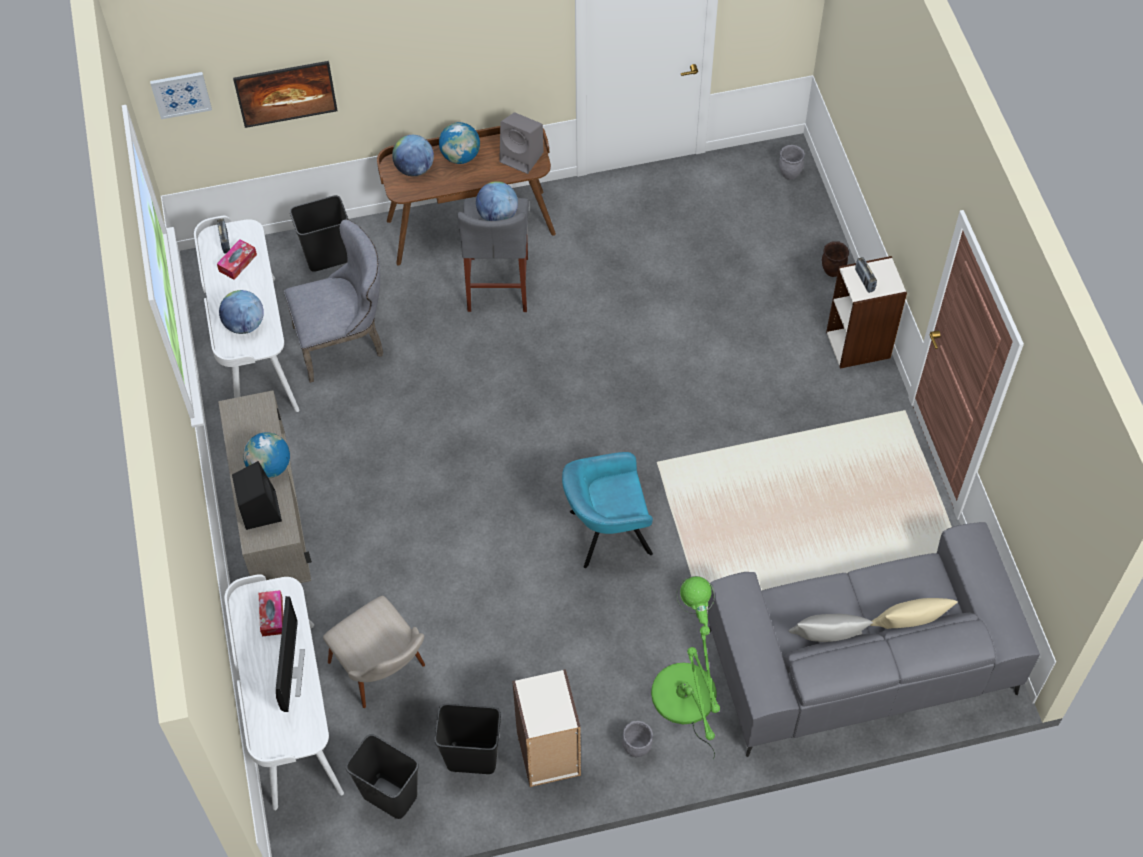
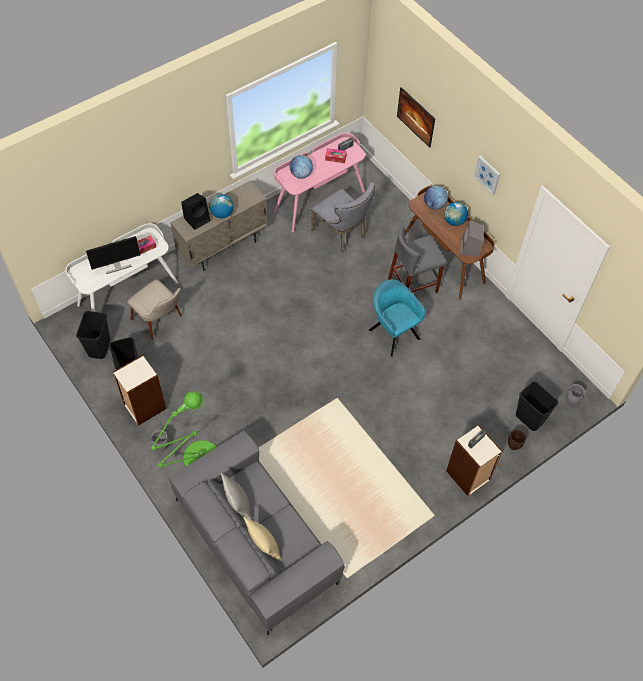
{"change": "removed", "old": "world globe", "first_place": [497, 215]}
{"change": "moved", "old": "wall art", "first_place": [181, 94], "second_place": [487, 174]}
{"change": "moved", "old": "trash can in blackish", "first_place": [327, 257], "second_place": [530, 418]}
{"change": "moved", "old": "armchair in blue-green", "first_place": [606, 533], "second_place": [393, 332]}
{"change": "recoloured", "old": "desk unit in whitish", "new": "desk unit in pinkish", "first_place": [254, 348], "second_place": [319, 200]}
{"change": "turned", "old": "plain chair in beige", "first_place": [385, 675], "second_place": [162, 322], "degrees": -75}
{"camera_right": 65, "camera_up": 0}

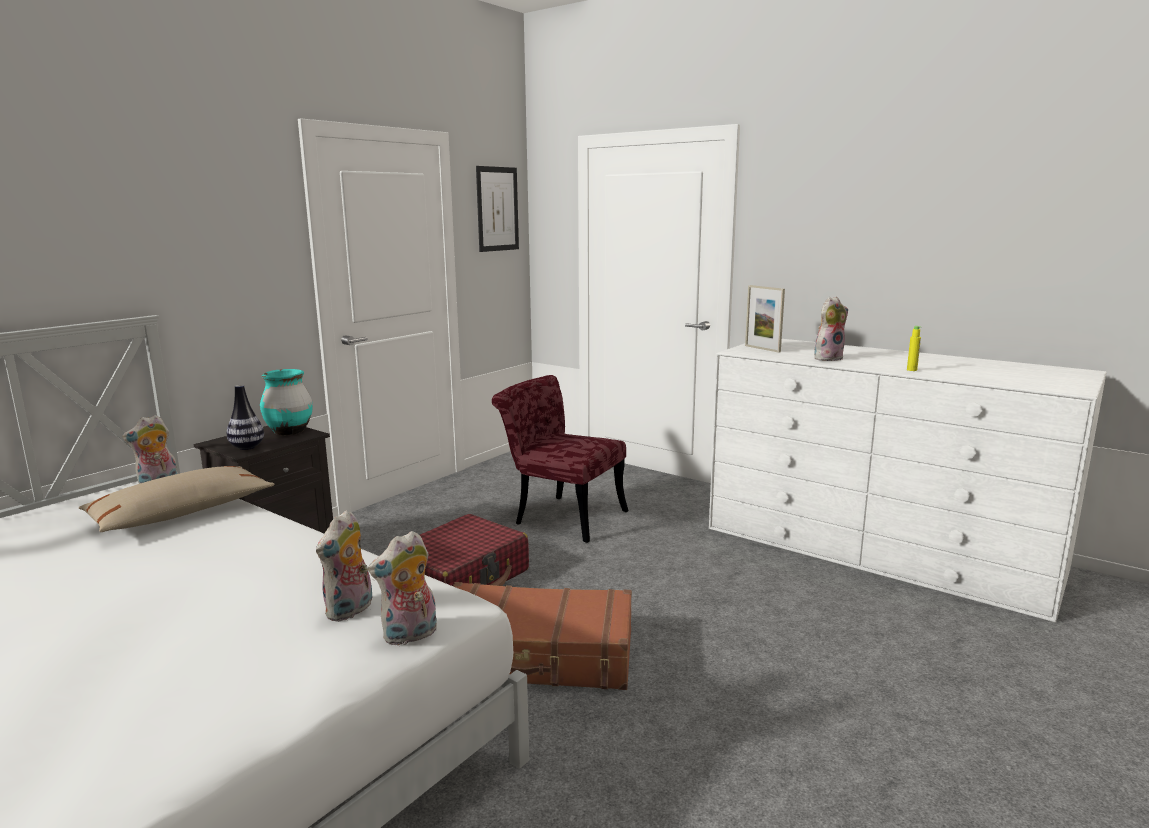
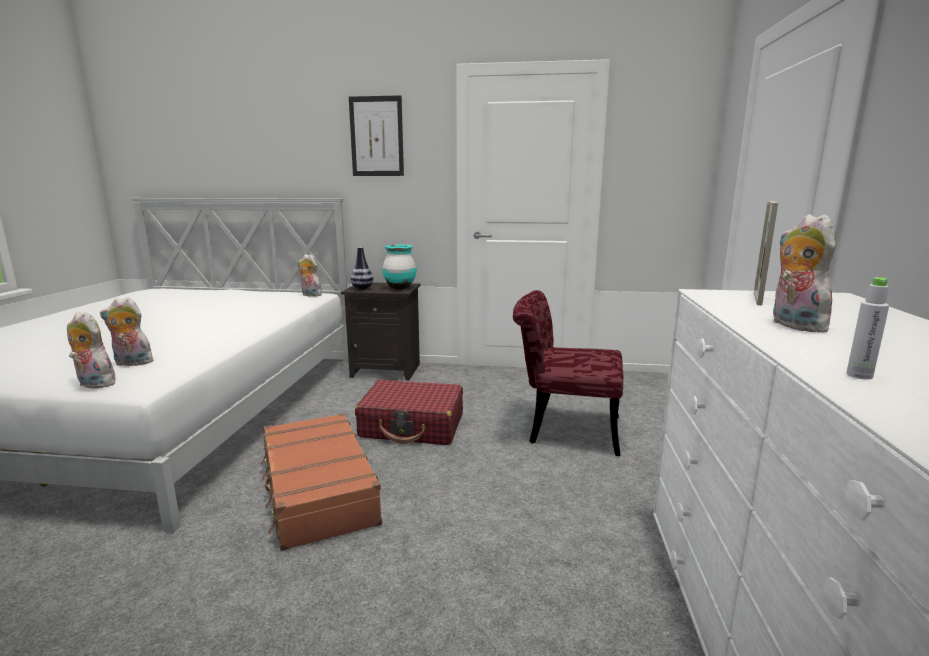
{"change": "removed", "old": "cushion in beige", "first_place": [181, 513]}
{"change": "moved", "old": "wall art", "first_place": [497, 209], "second_place": [376, 136]}
{"change": "recoloured", "old": "drink bottle in yellowish", "new": "drink bottle in grey", "first_place": [911, 370], "second_place": [859, 375]}
{"change": "turned", "old": "plain chair in red-coloured", "first_place": [561, 516], "second_place": [563, 429], "degrees": -75}
{"change": "turned", "old": "cuddly toy", "first_place": [828, 358], "second_place": [793, 325], "degrees": -135}
{"camera_right": 60, "camera_up": 0}

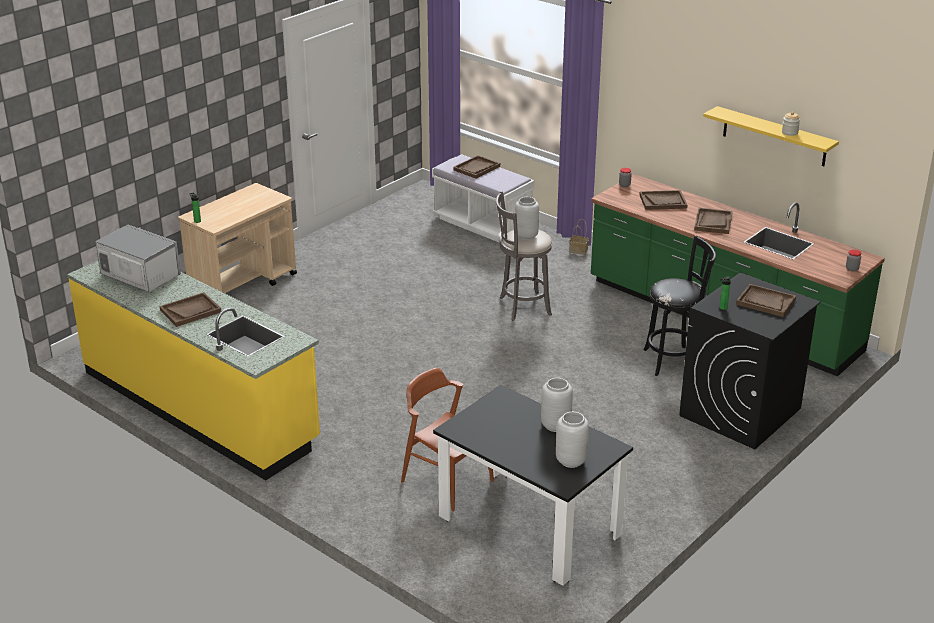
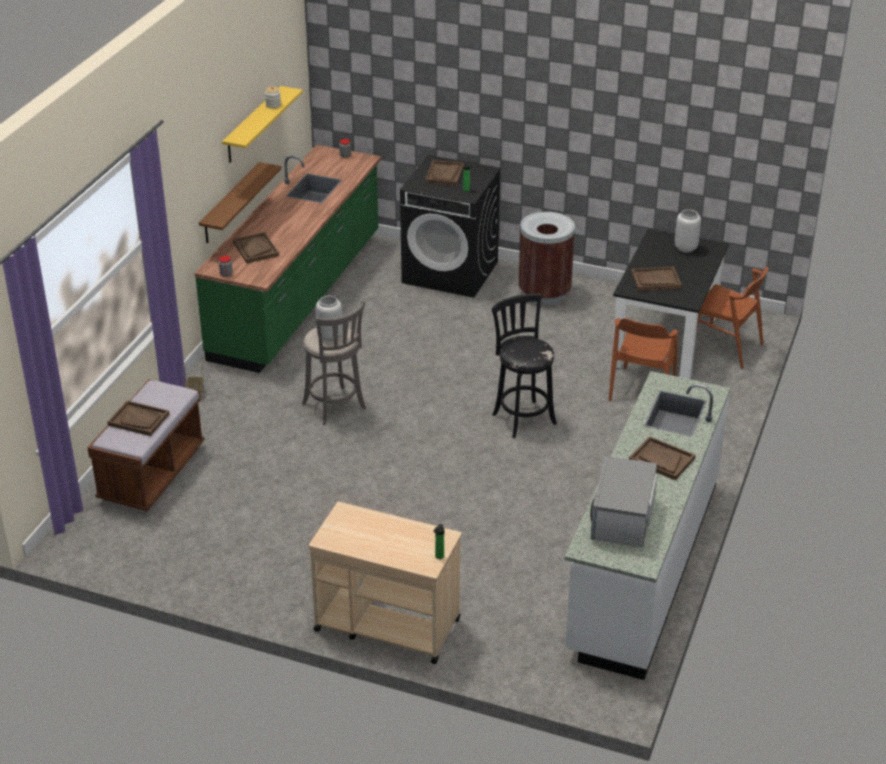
{"change": "removed", "old": "decorative vase in grey", "first_place": [555, 426]}
{"change": "added", "new": "bracket shelf in brownish", "second_place": [230, 203]}
{"change": "added", "new": "trash can in brownish", "second_place": [544, 293]}
{"change": "added", "new": "plain chair in brownish", "second_place": [726, 347]}
{"change": "moved", "old": "stool seat in blackish", "first_place": [674, 361], "second_place": [522, 417]}
{"change": "moved", "old": "serving tray in brownish", "first_place": [713, 222], "second_place": [655, 280]}
{"change": "recoloured", "old": "kitchen base unit in yellowish", "new": "kitchen base unit in whitish", "first_place": [200, 407], "second_place": [643, 565]}
{"change": "recoloured", "old": "bench in whitish", "new": "bench in brownish", "first_place": [482, 224], "second_place": [152, 474]}
{"camera_right": -110, "camera_up": 5}

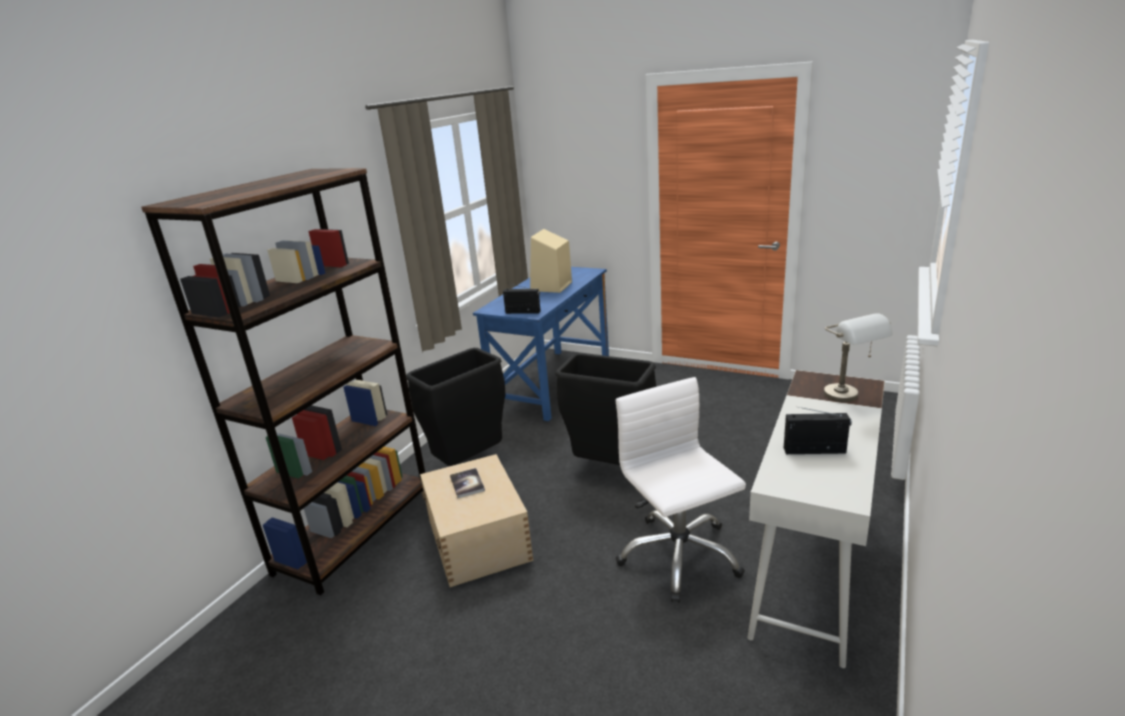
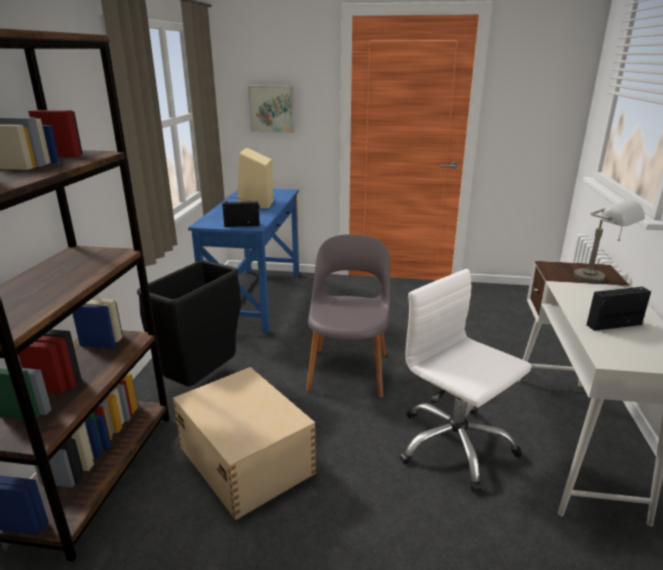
{"change": "removed", "old": "book", "first_place": [467, 484]}
{"change": "added", "new": "wall art", "second_place": [272, 109]}
{"change": "replaced", "old": "trash can in blackish", "new": "plain chair in grey", "first_place": [611, 467], "second_place": [349, 369]}
{"camera_right": -20, "camera_up": 0}

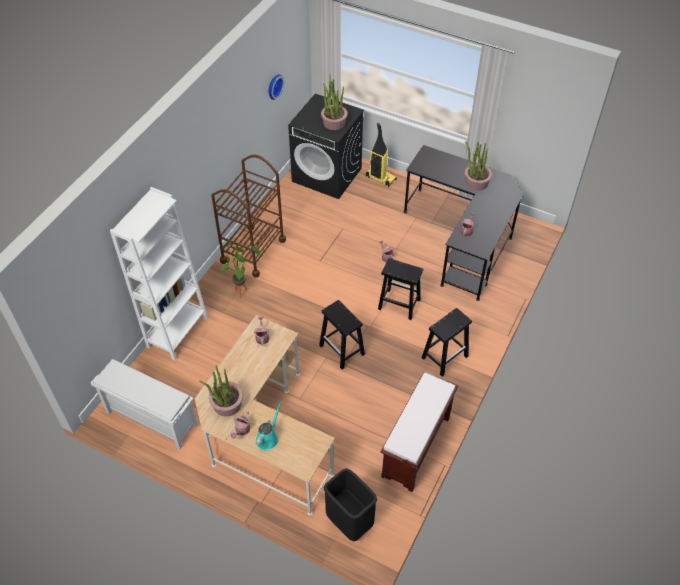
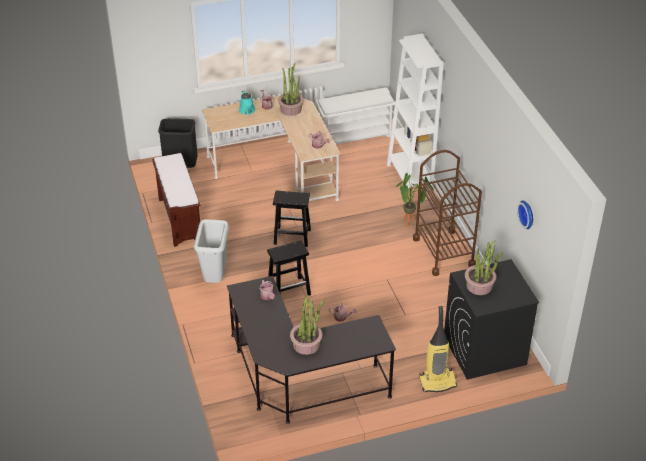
{"change": "replaced", "old": "stool seat in blackish", "new": "trash can in grey", "first_place": [445, 356], "second_place": [215, 279]}
{"camera_right": 135, "camera_up": -10}

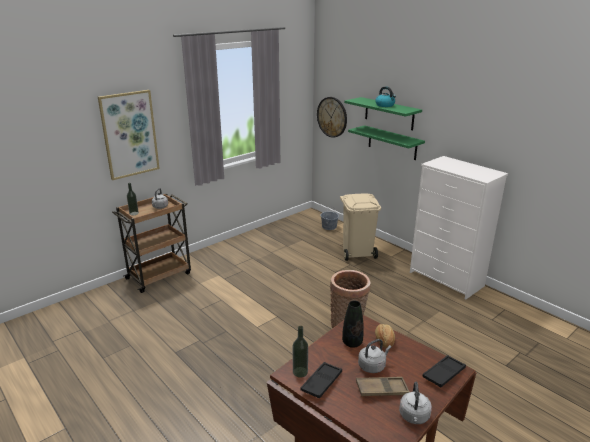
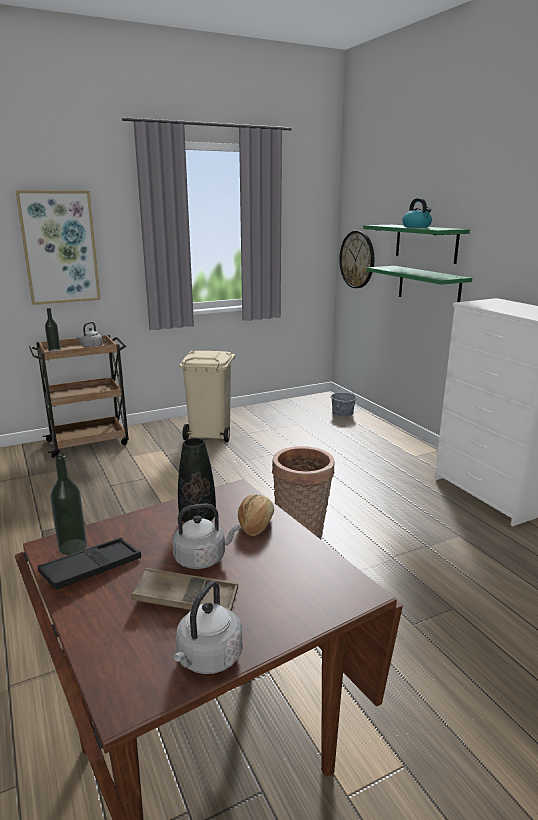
{"change": "removed", "old": "serving tray in blackish", "first_place": [443, 374]}
{"change": "moved", "old": "trash can in beige", "first_place": [358, 253], "second_place": [211, 434]}
{"camera_right": 15, "camera_up": -5}

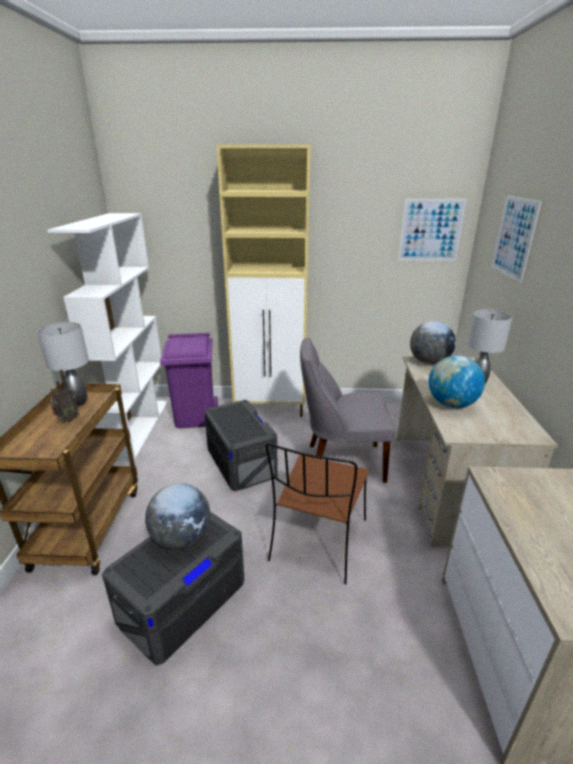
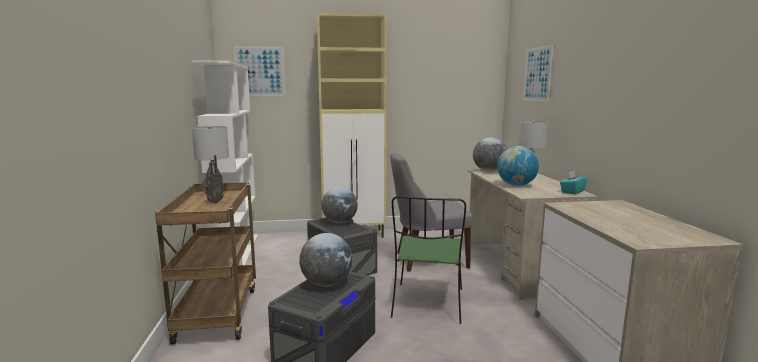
{"change": "removed", "old": "trash can in purplish", "first_place": [195, 417]}
{"change": "added", "new": "world globe", "second_place": [340, 222]}
{"change": "added", "new": "tissue holder in blue-green", "second_place": [572, 191]}
{"change": "moved", "old": "wall art", "first_place": [431, 230], "second_place": [260, 71]}
{"change": "recoloured", "old": "plain chair in brownish", "new": "plain chair in green-coloured", "first_place": [318, 542], "second_place": [428, 304]}
{"camera_right": -10, "camera_up": -15}

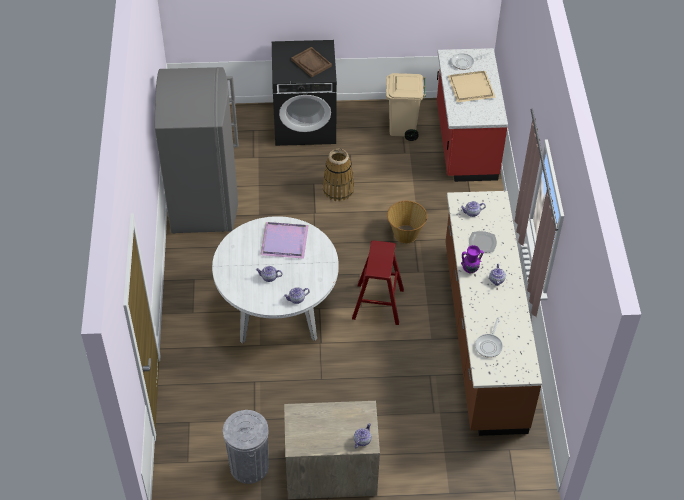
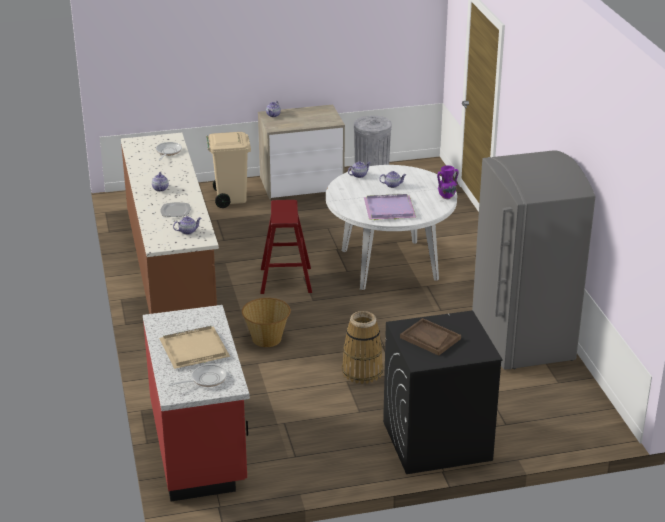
{"change": "moved", "old": "trash can in beige", "first_place": [403, 128], "second_place": [230, 198]}
{"change": "moved", "old": "decorative vase in purplish", "first_place": [470, 270], "second_place": [446, 197]}
{"camera_right": 170, "camera_up": -20}

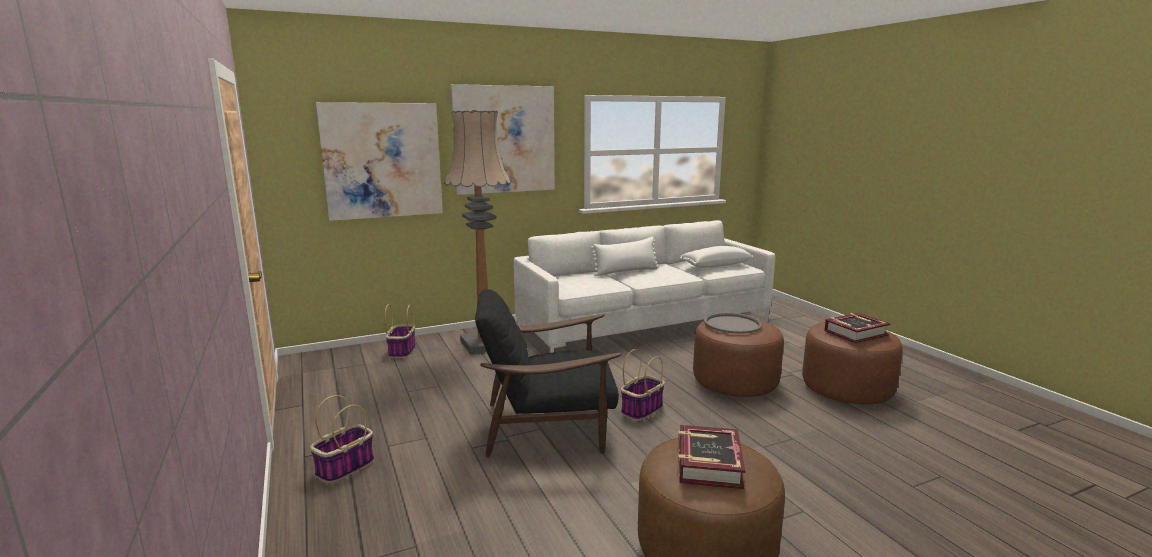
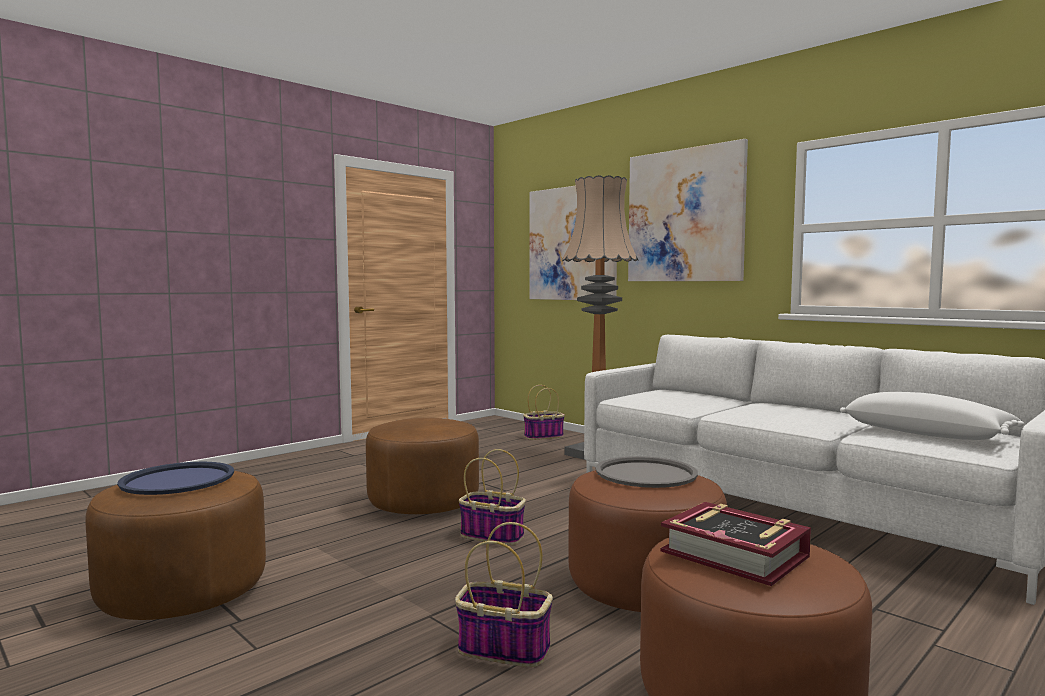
{"change": "removed", "old": "cushion in whitish", "first_place": [626, 271]}
{"change": "moved", "old": "household basket", "first_place": [345, 468], "second_place": [502, 649]}
{"change": "replaced", "old": "armchair in blackish", "new": "footrest in brownish", "first_place": [548, 425], "second_place": [423, 502]}
{"change": "replaced", "old": "book", "new": "serving tray in bluish", "first_place": [708, 464], "second_place": [177, 480]}
{"camera_right": 70, "camera_up": -10}

